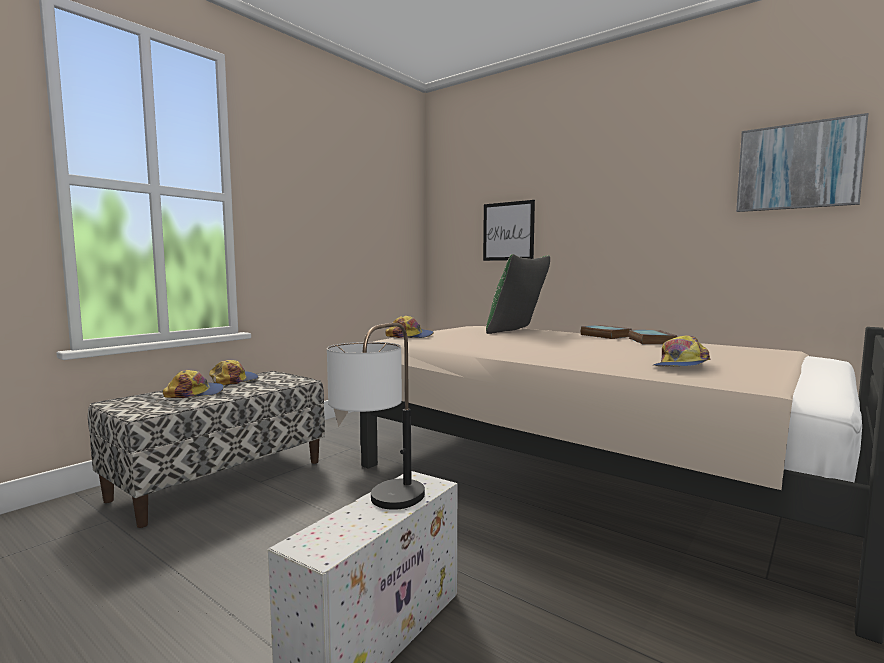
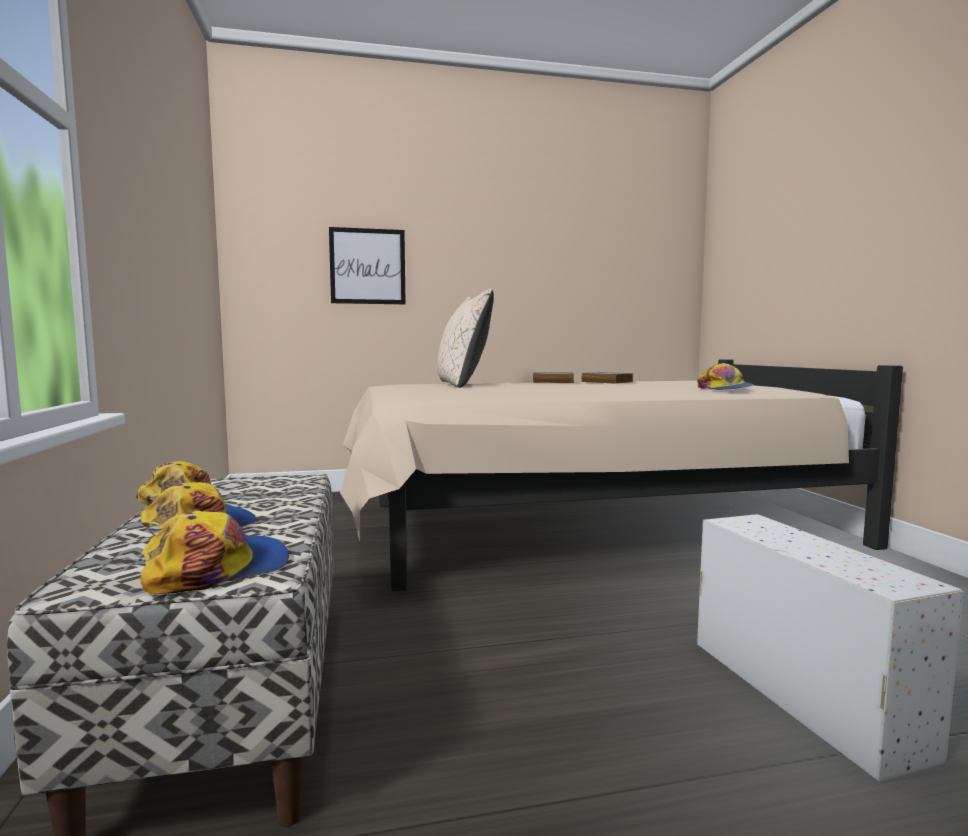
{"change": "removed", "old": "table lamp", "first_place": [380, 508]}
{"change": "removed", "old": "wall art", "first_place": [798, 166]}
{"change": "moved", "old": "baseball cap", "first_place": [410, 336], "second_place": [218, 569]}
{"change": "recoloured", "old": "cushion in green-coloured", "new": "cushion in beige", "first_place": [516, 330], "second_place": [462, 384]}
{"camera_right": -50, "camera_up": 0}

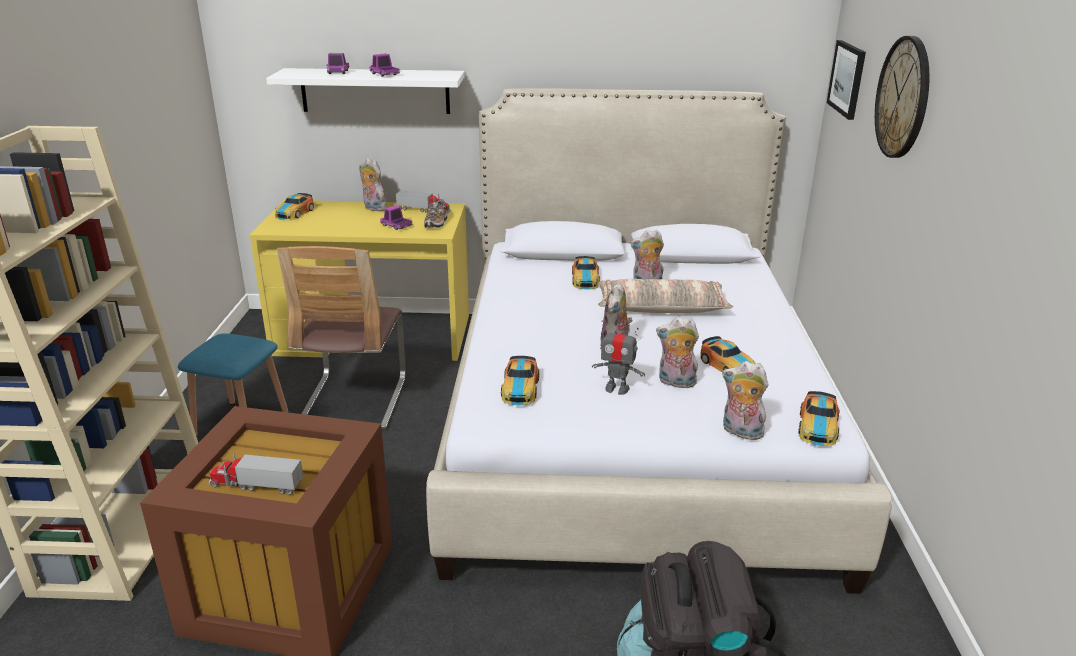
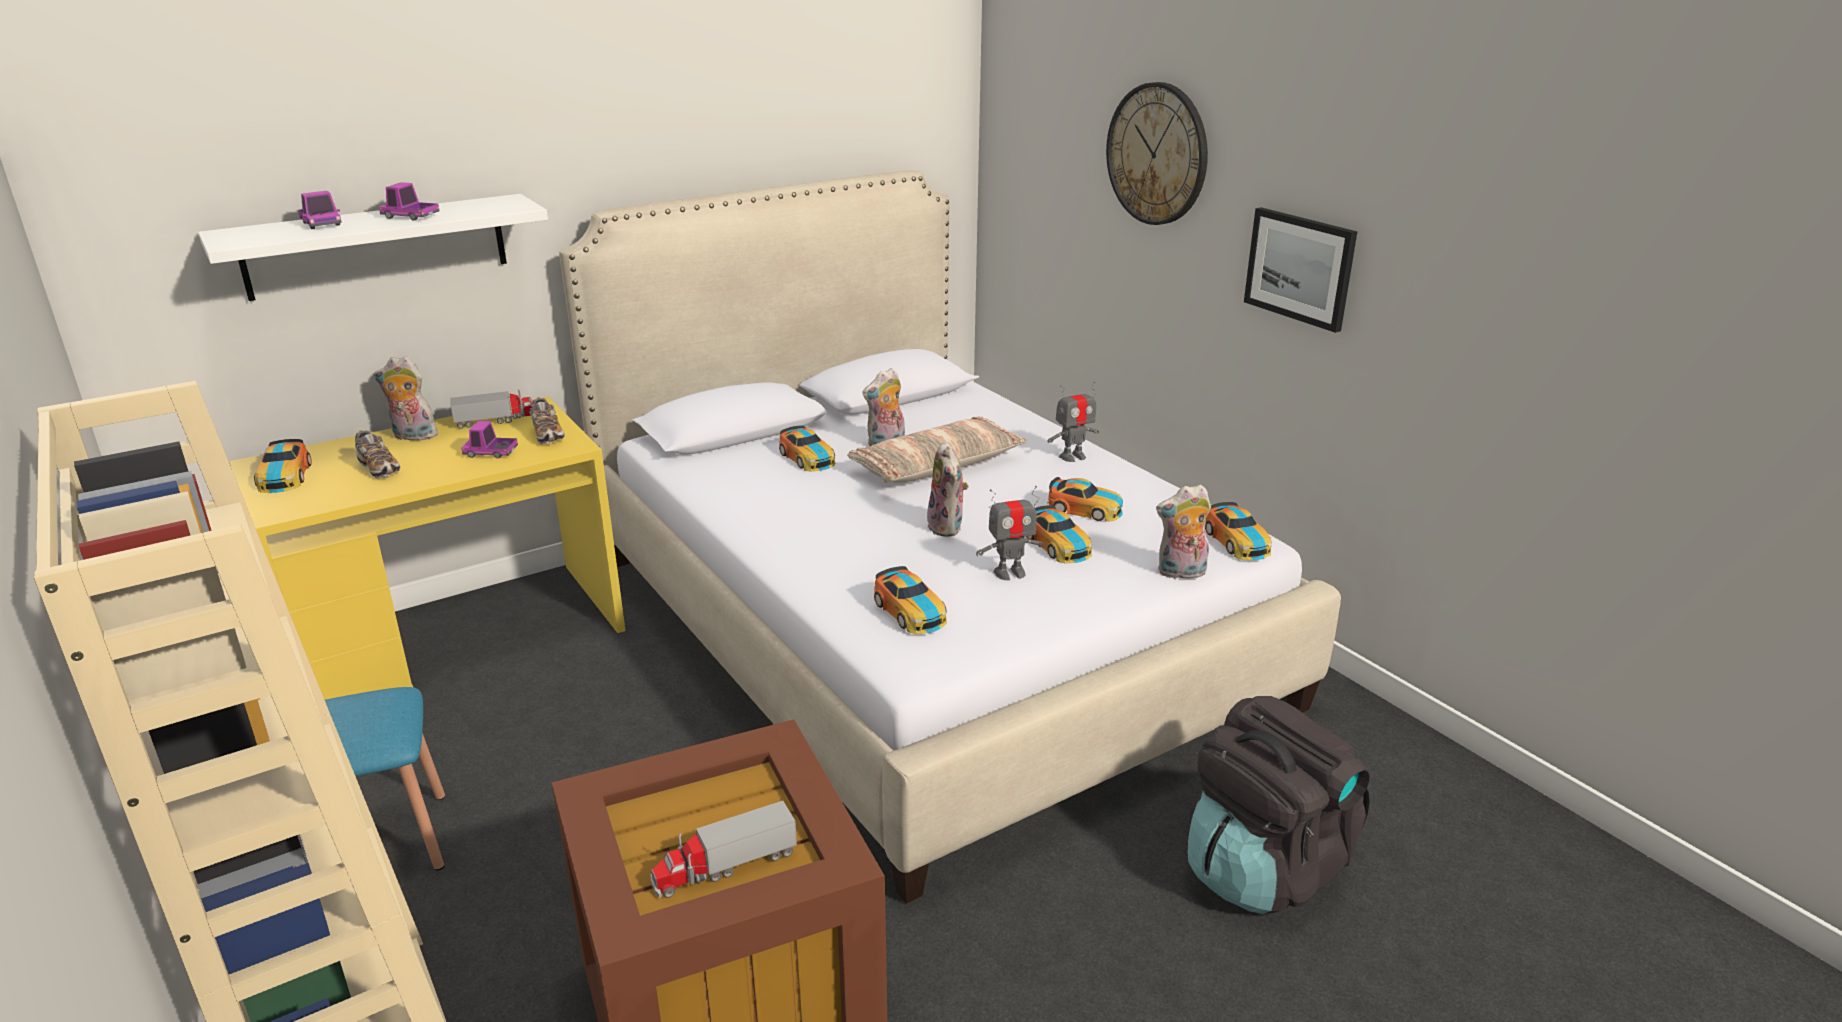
{"change": "removed", "old": "plain chair", "first_place": [354, 401]}
{"change": "added", "new": "item of footwear", "second_place": [379, 468]}
{"change": "added", "new": "model robot", "second_place": [1072, 457]}
{"change": "moved", "old": "wall art", "first_place": [847, 78], "second_place": [1300, 268]}
{"change": "replaced", "old": "cuddly toy", "new": "model car", "first_place": [675, 383], "second_place": [1058, 545]}
{"camera_right": -35, "camera_up": 0}

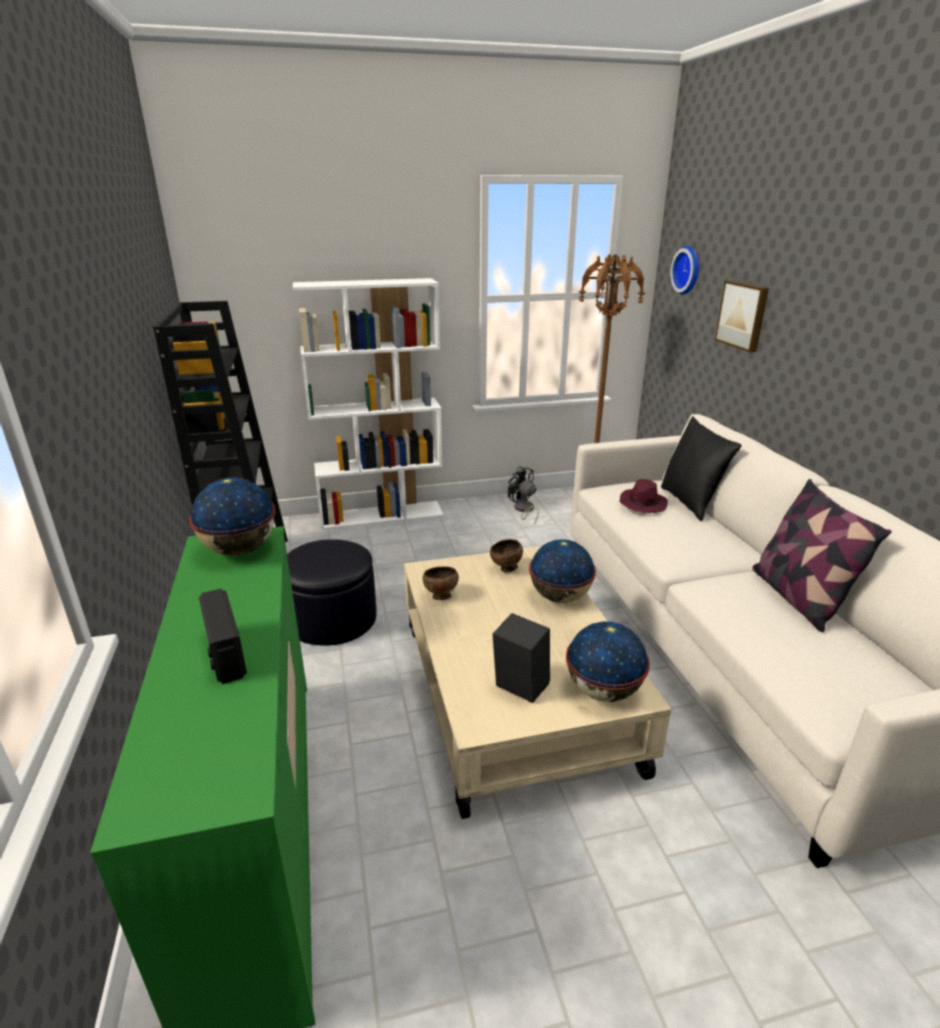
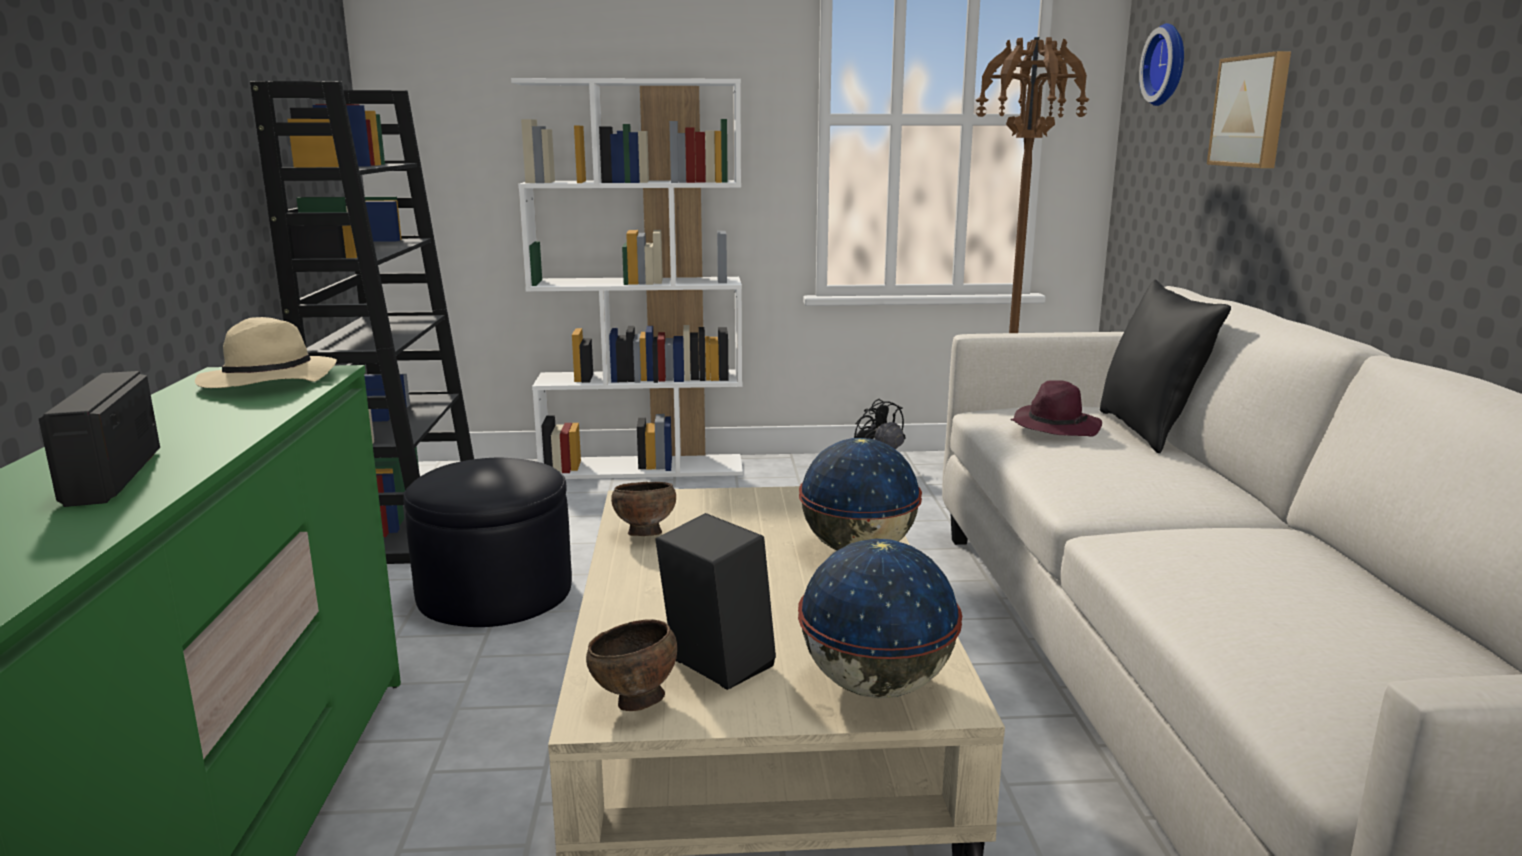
{"change": "removed", "old": "cushion", "first_place": [797, 597]}
{"change": "moved", "old": "deep dish in brownish", "first_place": [506, 569], "second_place": [634, 703]}
{"change": "replaced", "old": "world globe", "new": "hat in beige", "first_place": [240, 550], "second_place": [267, 382]}
{"camera_right": 10, "camera_up": -10}

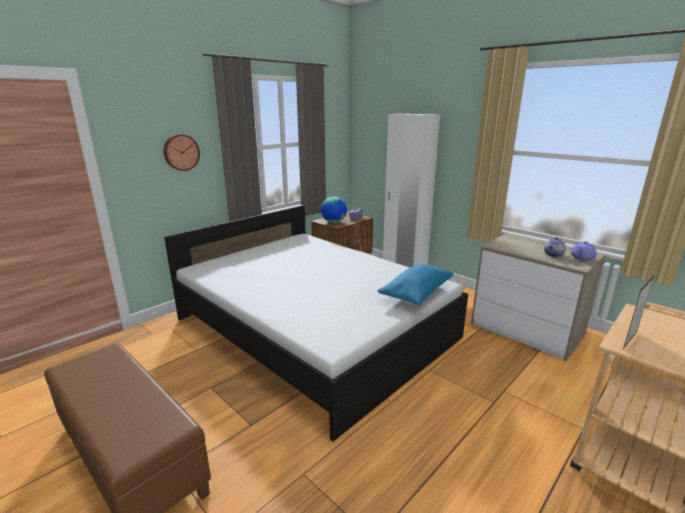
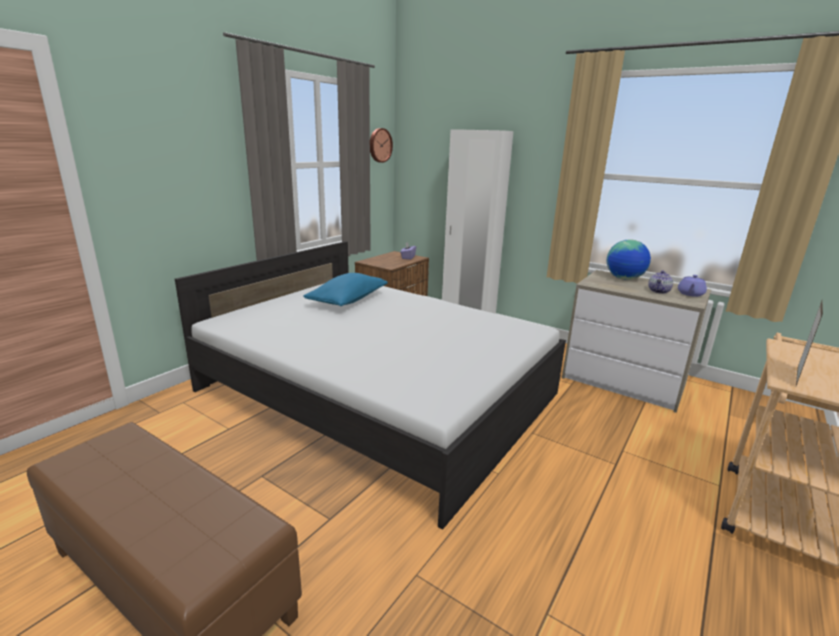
{"change": "moved", "old": "clock on the wall", "first_place": [181, 152], "second_place": [379, 145]}
{"change": "moved", "old": "world globe", "first_place": [334, 222], "second_place": [624, 279]}
{"change": "moved", "old": "cushion in bluish", "first_place": [416, 293], "second_place": [347, 301]}
{"camera_right": -10, "camera_up": 0}

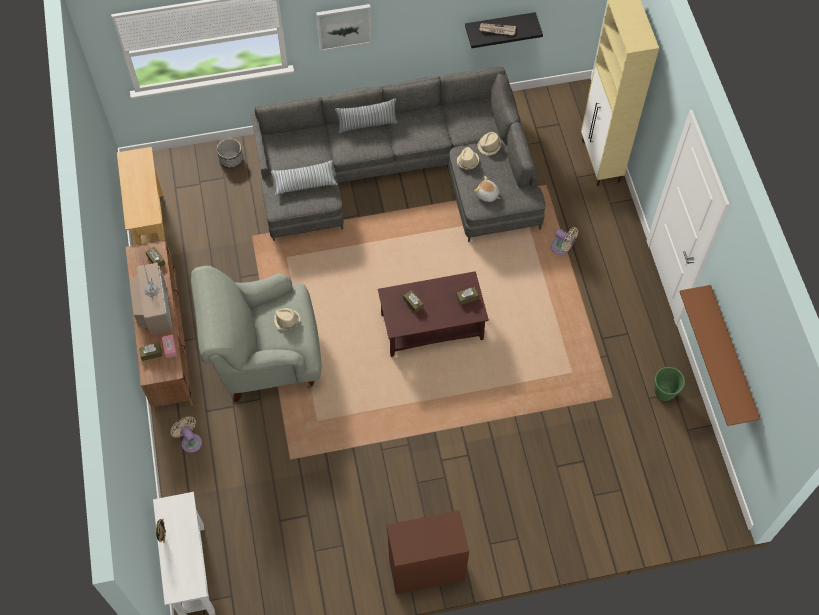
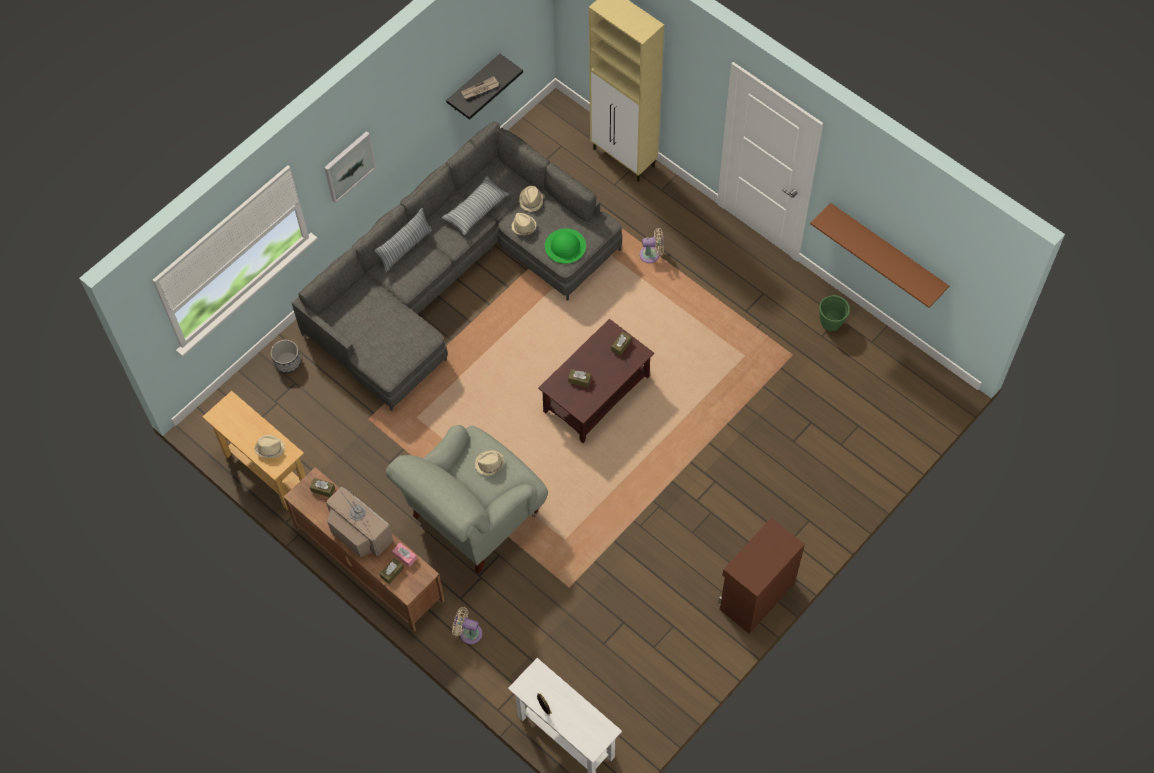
{"change": "added", "new": "hat in beige", "second_place": [270, 448]}
{"change": "moved", "old": "cushion", "first_place": [304, 181], "second_place": [476, 210]}
{"change": "replaced", "old": "cuddly toy", "new": "hat in green-coloured", "first_place": [487, 195], "second_place": [565, 246]}
{"camera_right": -35, "camera_up": 0}

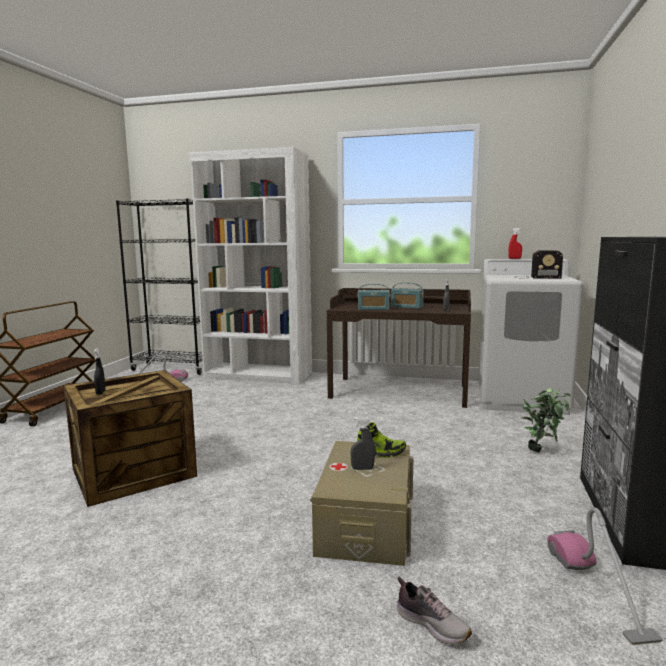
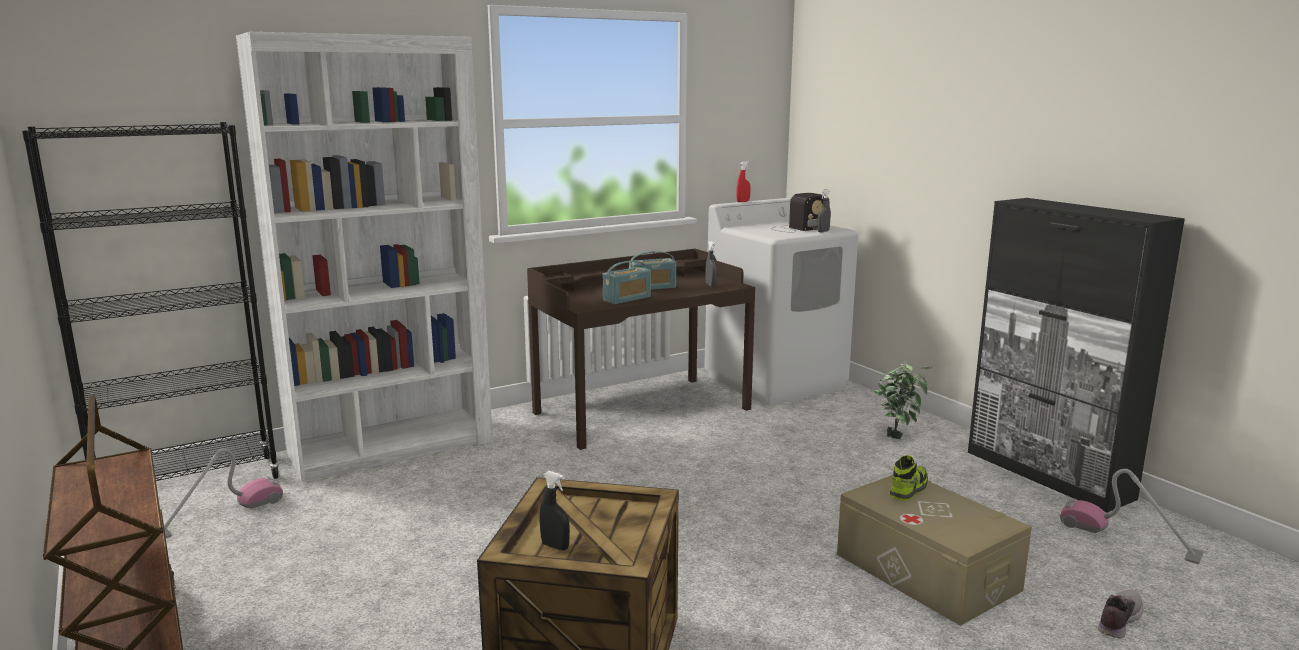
{"change": "moved", "old": "hand sprayer in grey", "first_place": [362, 469], "second_place": [823, 231]}
{"change": "turned", "old": "item of footwear", "first_place": [432, 624], "second_place": [1117, 620], "degrees": -45}
{"camera_right": -45, "camera_up": 5}

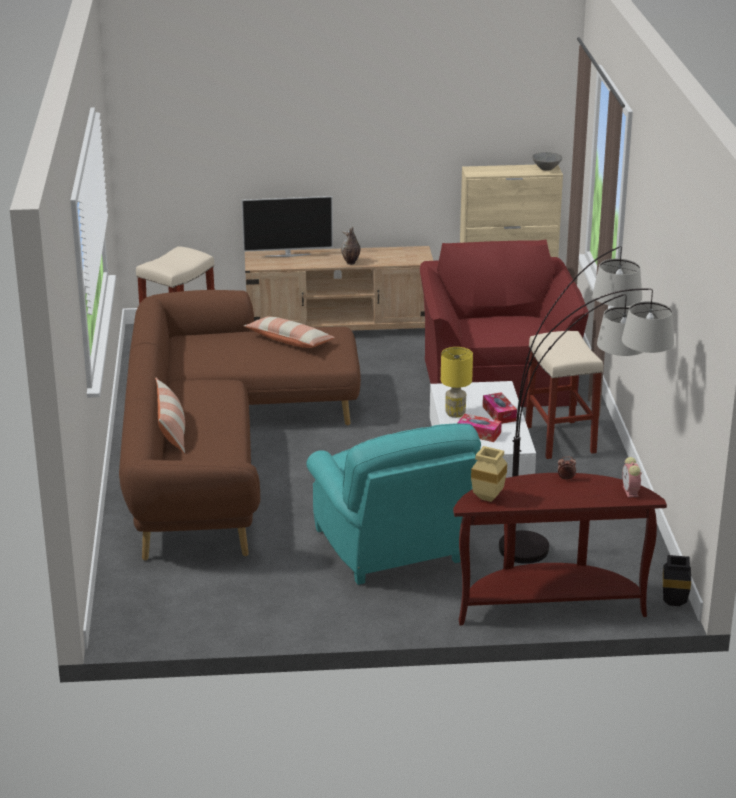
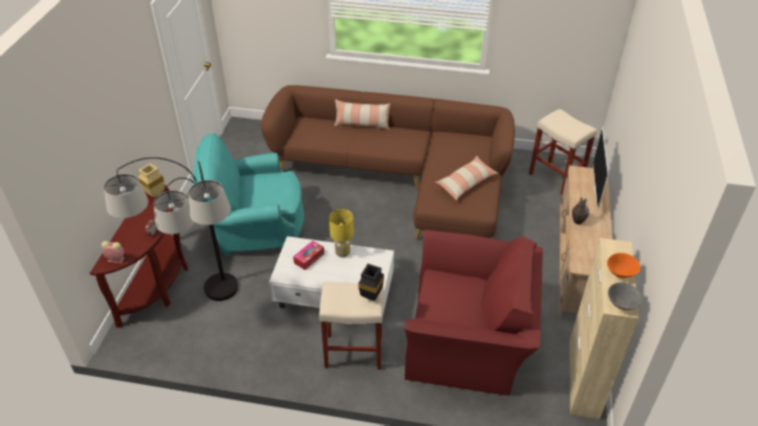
{"change": "removed", "old": "tissue holder", "first_place": [499, 414]}
{"change": "added", "new": "deep dish in orange-coloured", "second_place": [620, 273]}
{"change": "moved", "old": "decorative vase in blackish", "first_place": [675, 602], "second_place": [371, 297]}
{"camera_right": 105, "camera_up": 15}

